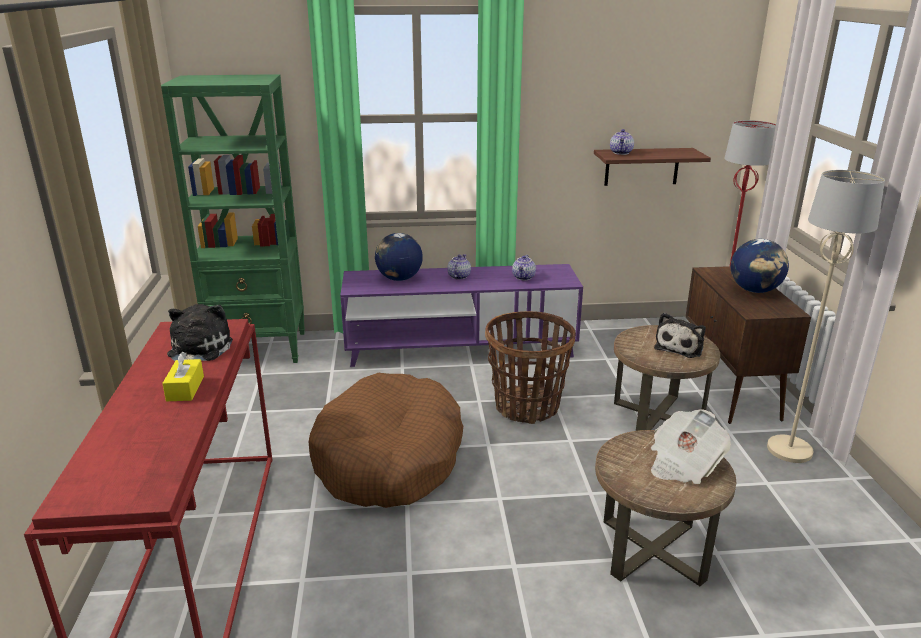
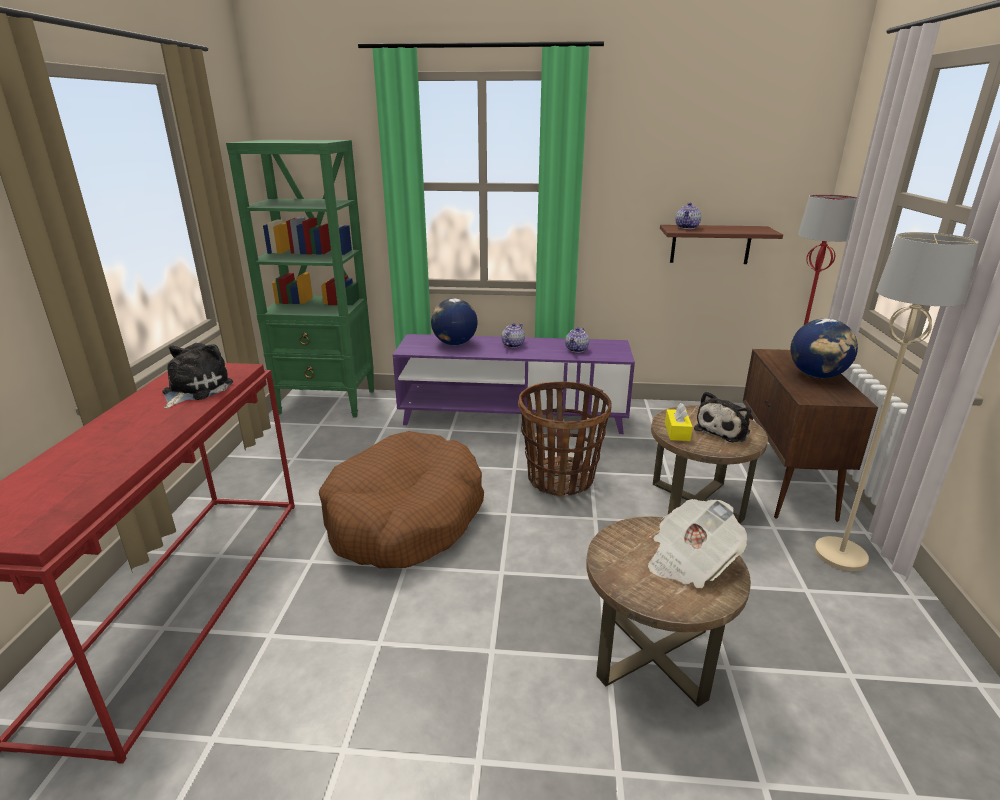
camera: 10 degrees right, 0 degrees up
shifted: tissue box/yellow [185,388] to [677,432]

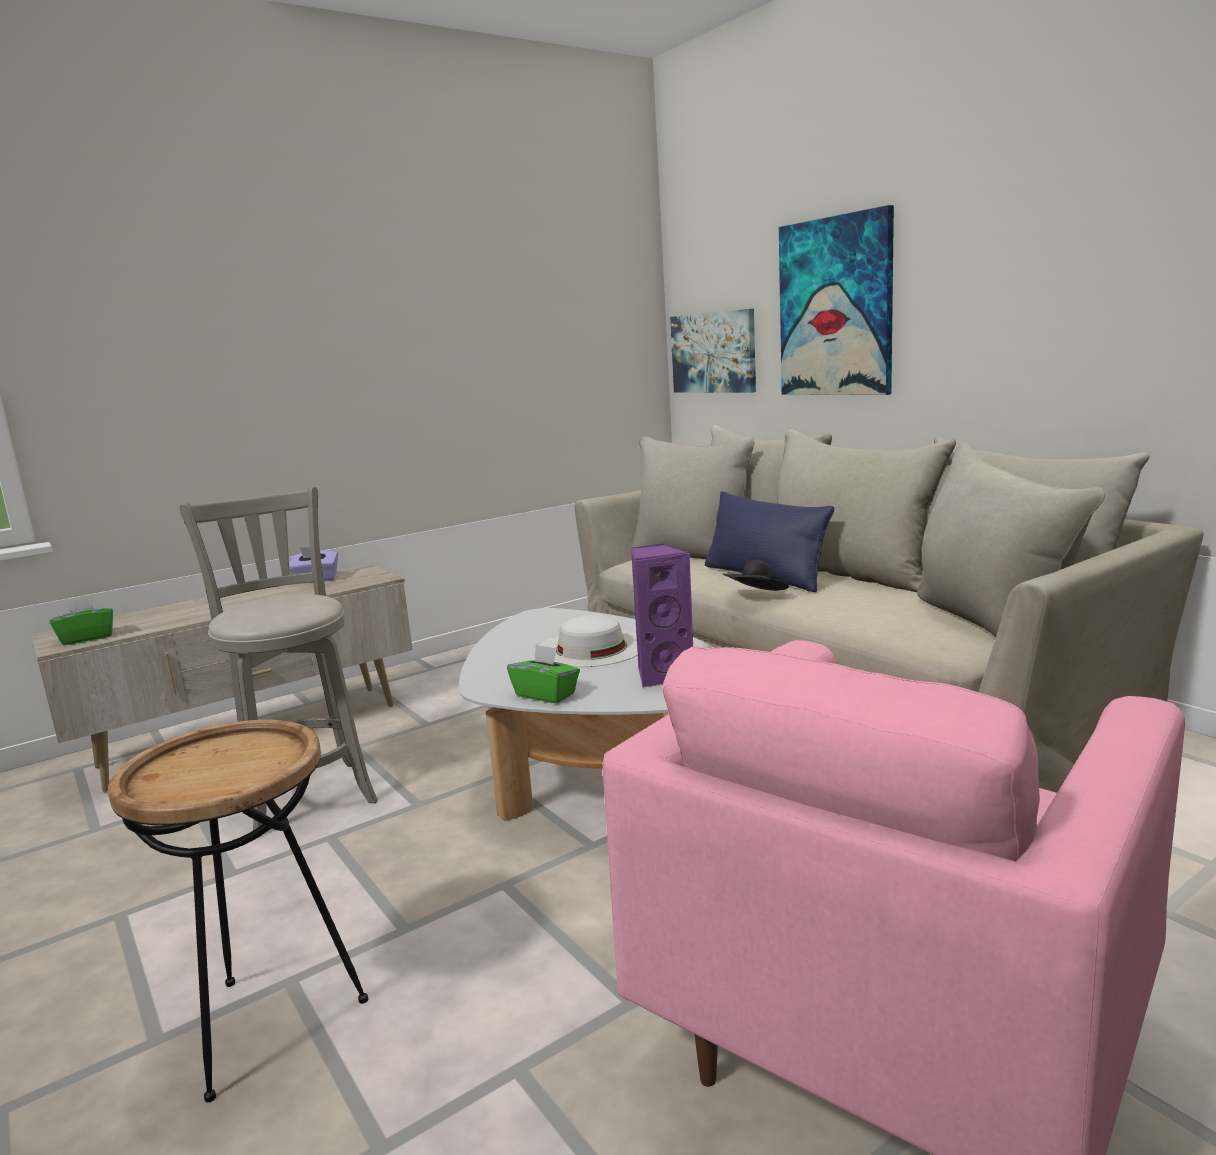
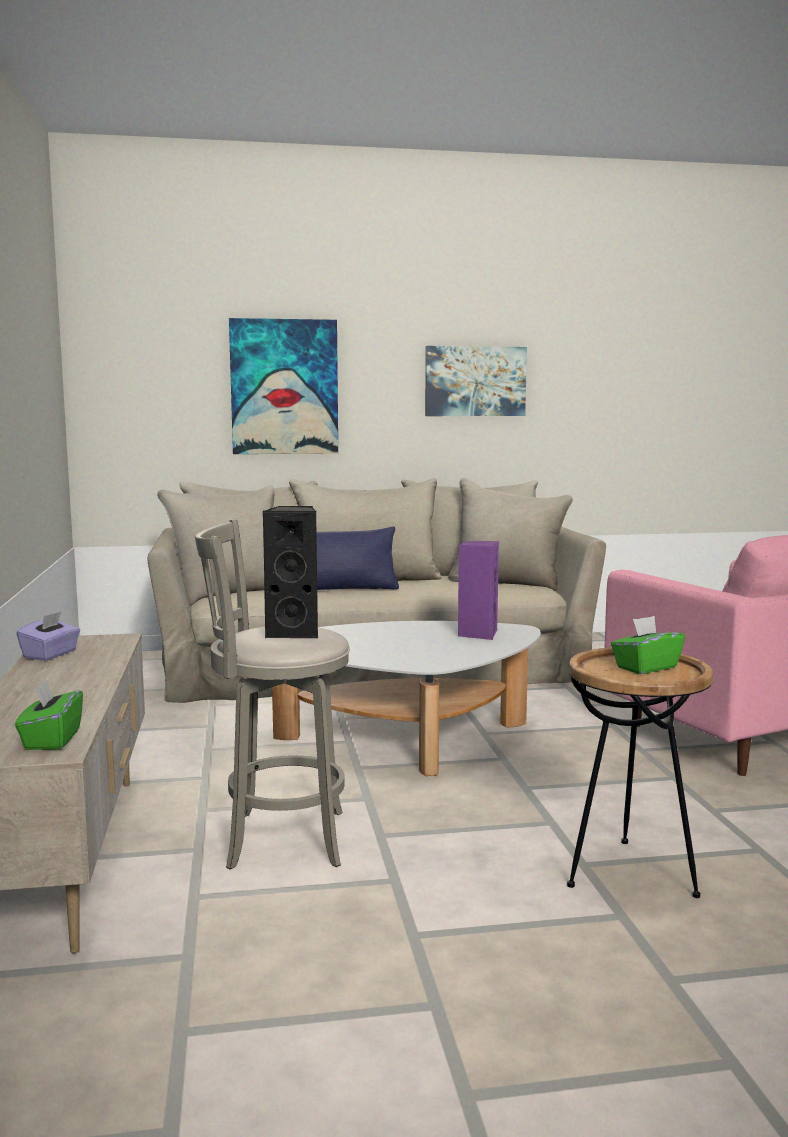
camera: 65 degrees left, 5 degrees down
gone: hat/white [591,648]; hat/black [756,597]
new: speaker/black [295,633]
shifted: tissue box/green [546,694] to [646,667]; picture [714,352] to [475,381]

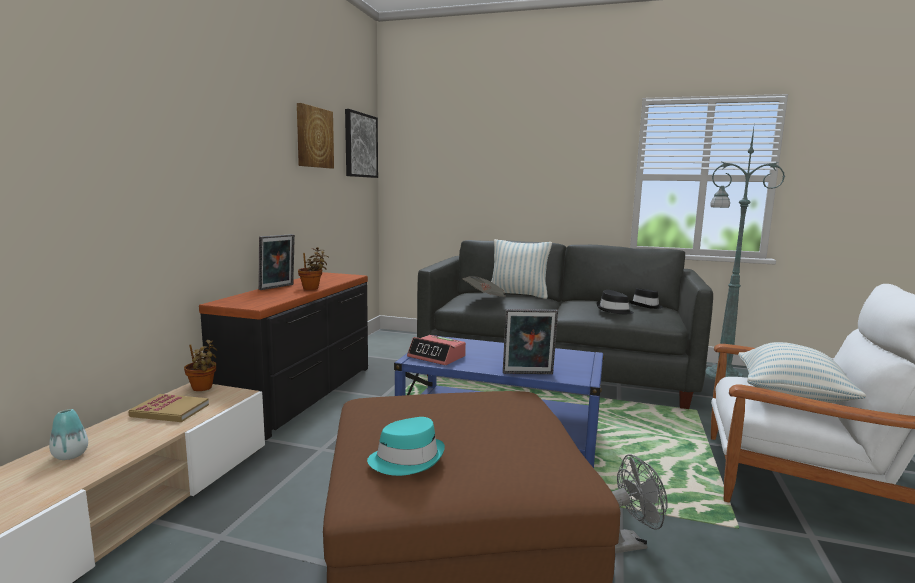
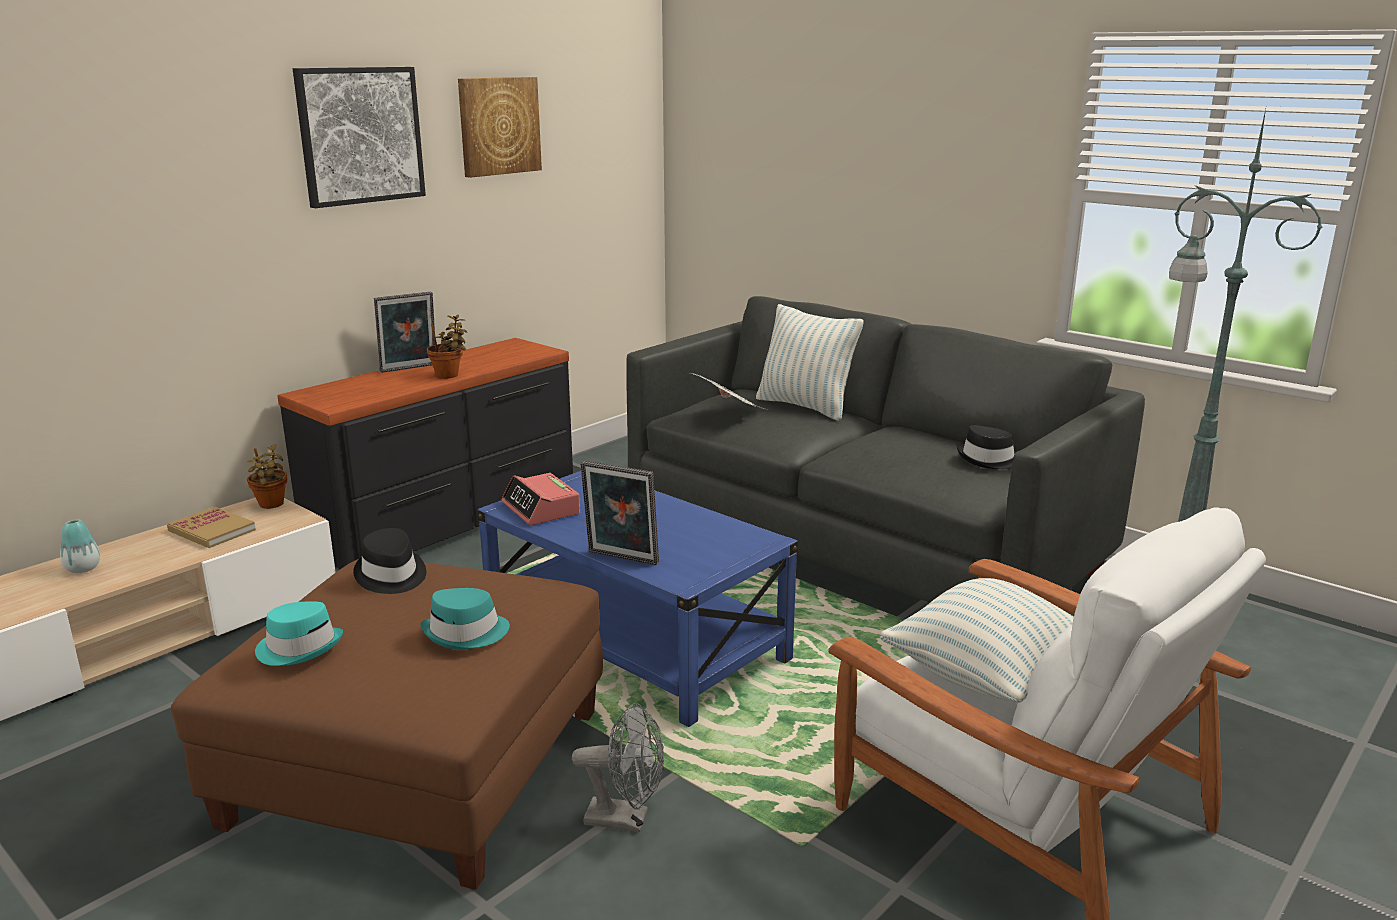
camera: 25 degrees right, 10 degrees up
new: hat/turquoise [466,633]
shifted: picture [360,145] to [360,135]; hat/black [614,310] to [391,575]

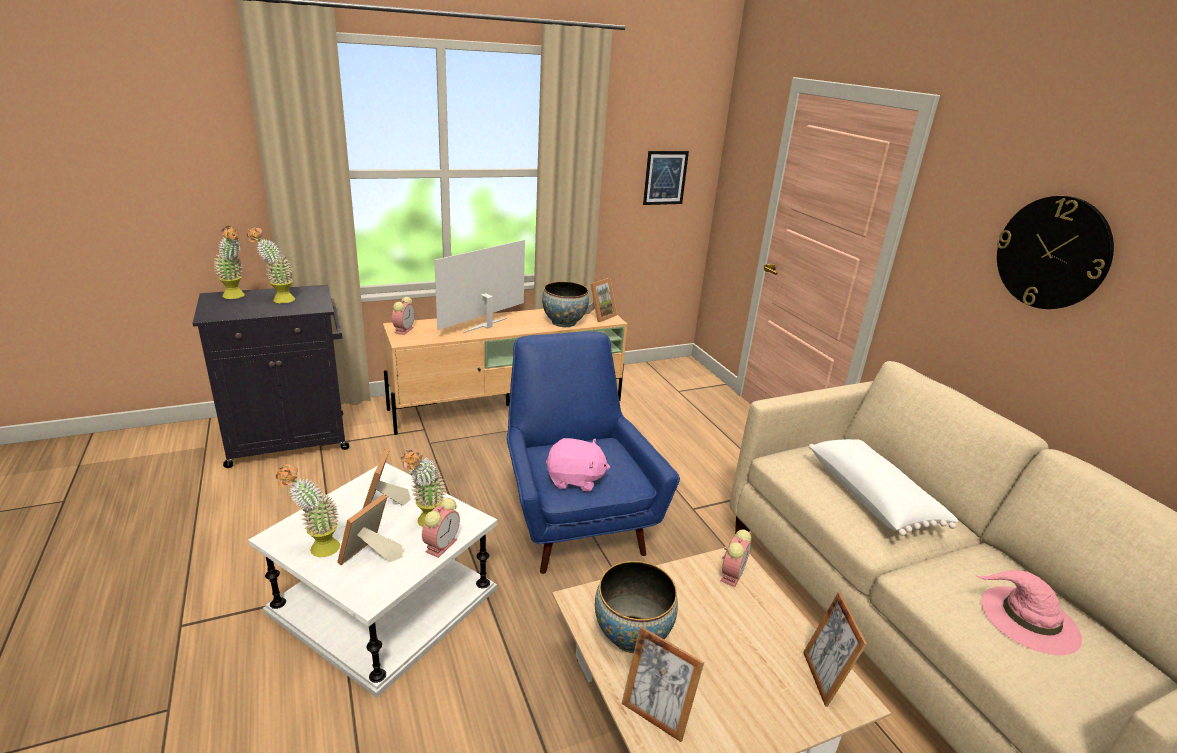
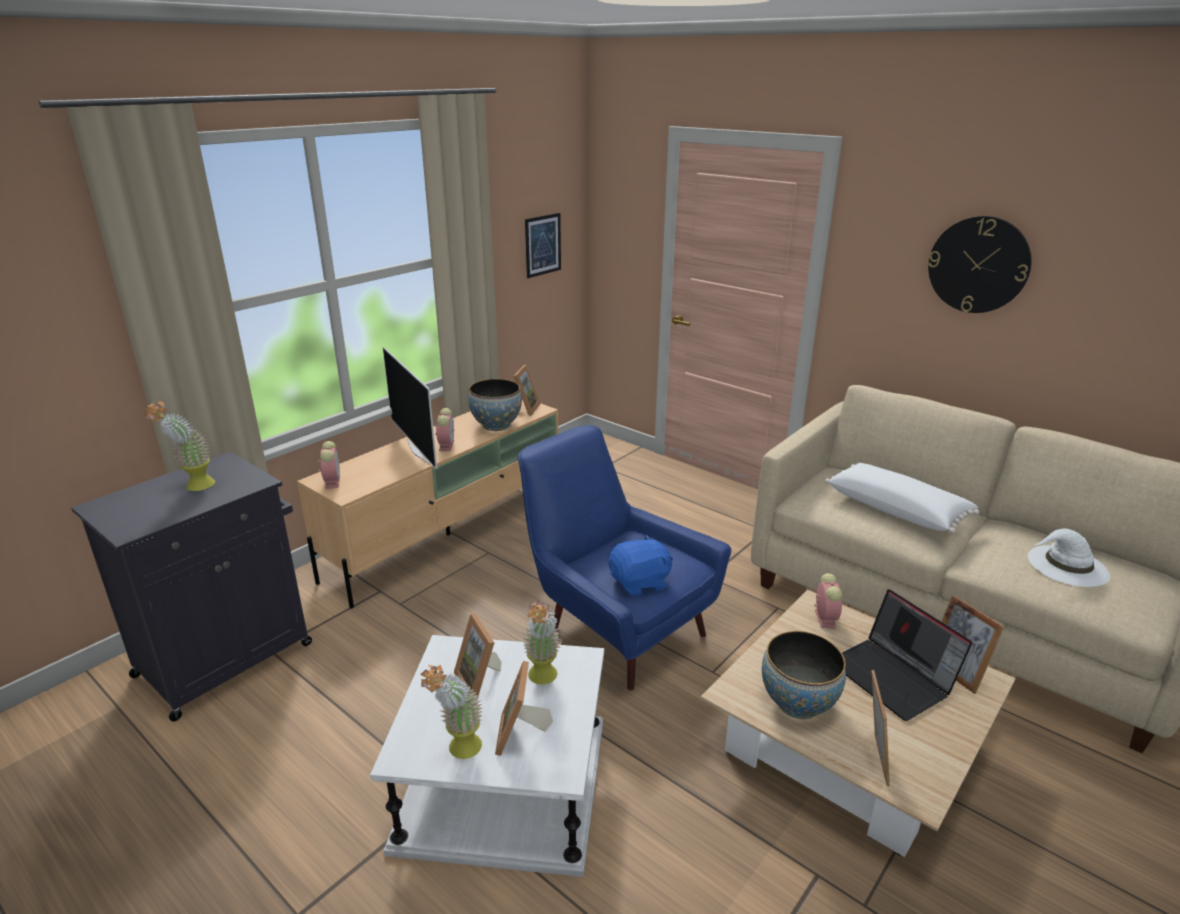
camera: 25 degrees left, 0 degrees up
gone: potted plant [236,296]
new: laptop [893,677]
shifted: alarm clock [442,544] to [446,445]
repainted: plush toy/pink [575,480] to plush toy/blue [640,583]; hat/pink [1028,619] to hat/white [1067,566]
rotated: television [486,326] = [419,451] 45 degrees counterclockwise; picture frame [655,715] = [872,759] 90 degrees counterclockwise

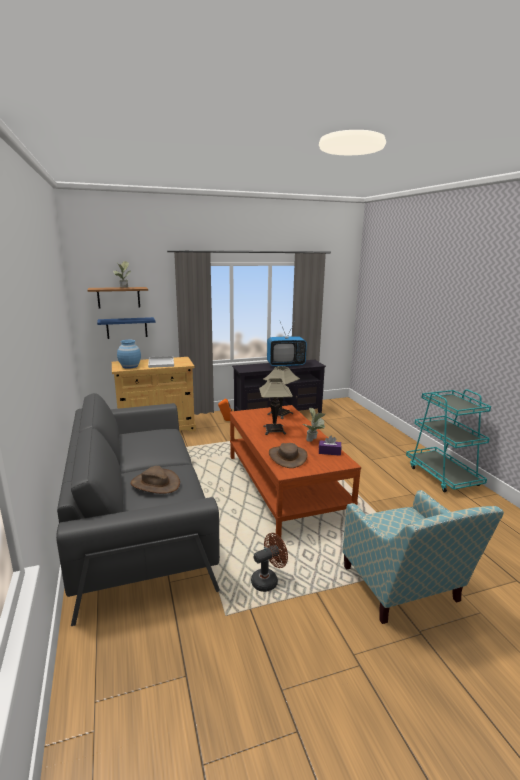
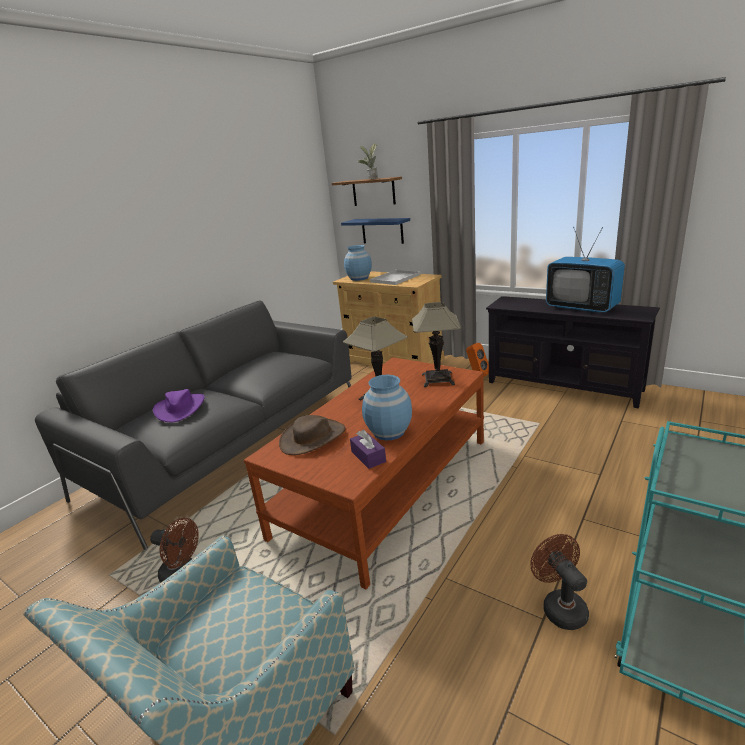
camera: 55 degrees right, 5 degrees up
new: fan/brown [560,606]
swapped: potted plant [313,440] to vase/blue [388,432]
repainted: hat/brown [155,484] to hat/purple [180,408]

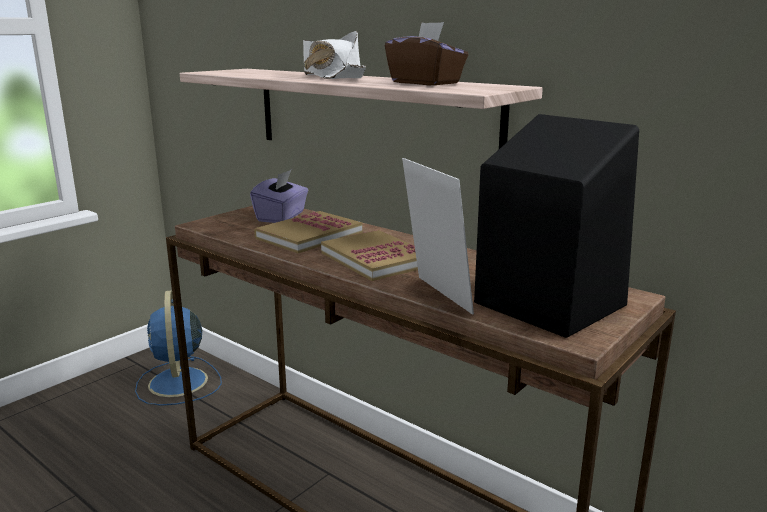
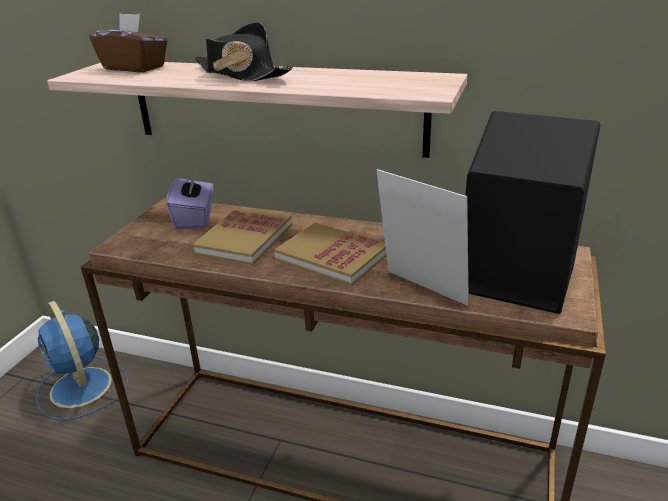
camera: 20 degrees left, 10 degrees up
shifted: tissue box/brown [425,83] to [135,68]
repainted: hat/white [332,77] to hat/black [240,74]

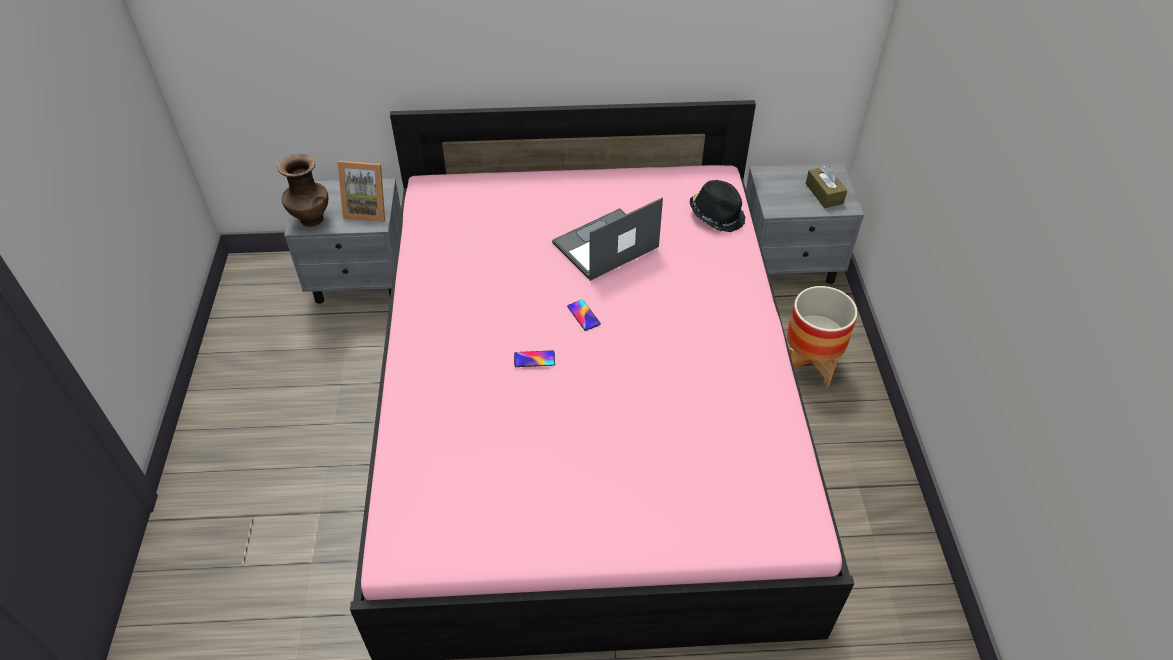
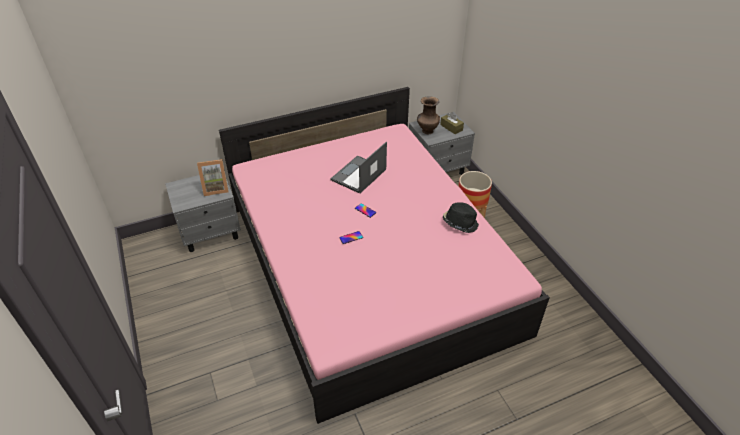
camera: 20 degrees left, 5 degrees down
shifted: vase/brown [311,219] to [427,131]; hat/black [717,215] to [460,223]

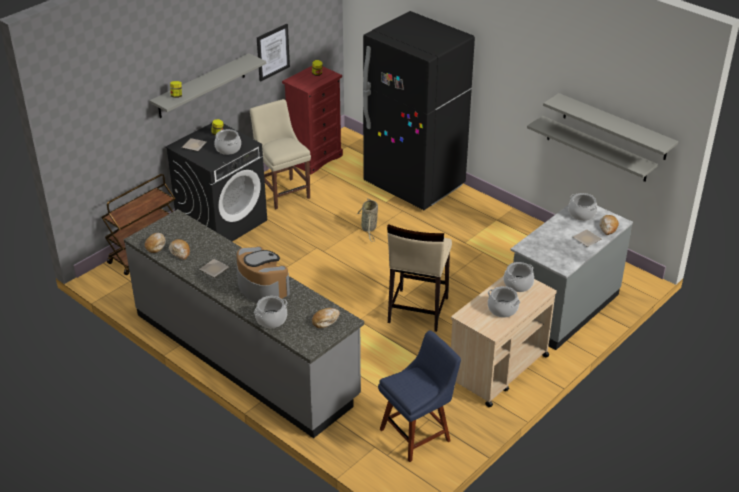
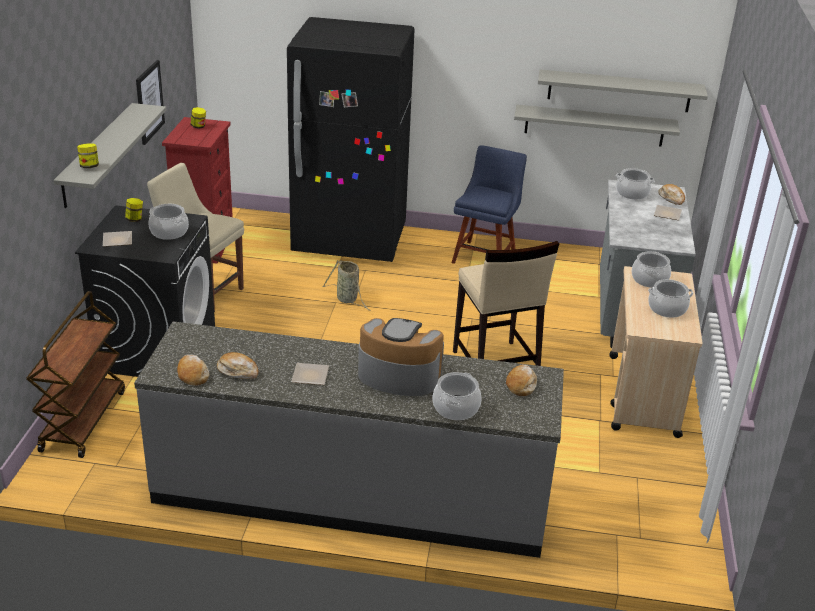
camera: 35 degrees left, 5 degrees down
shifted: chair/blue [418,433] to [485,256]

